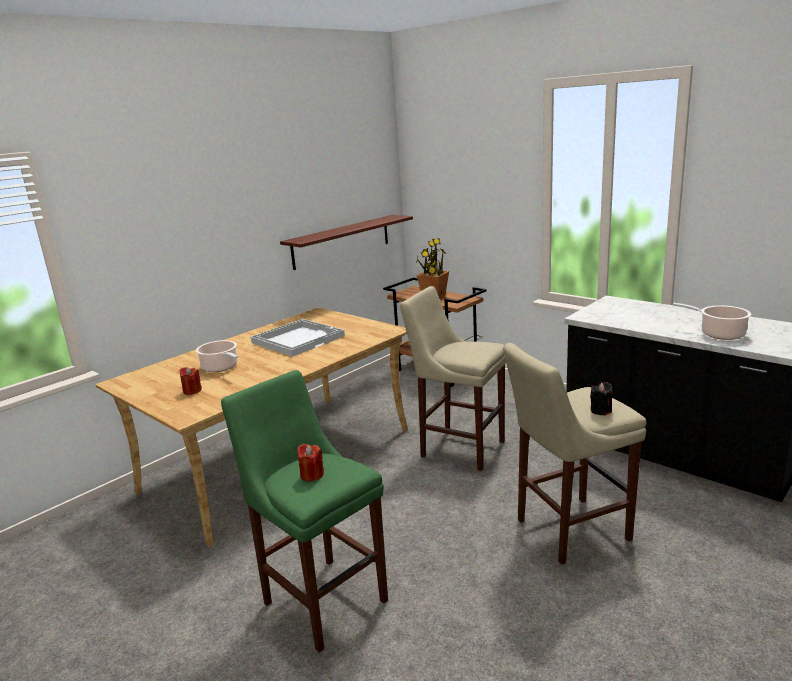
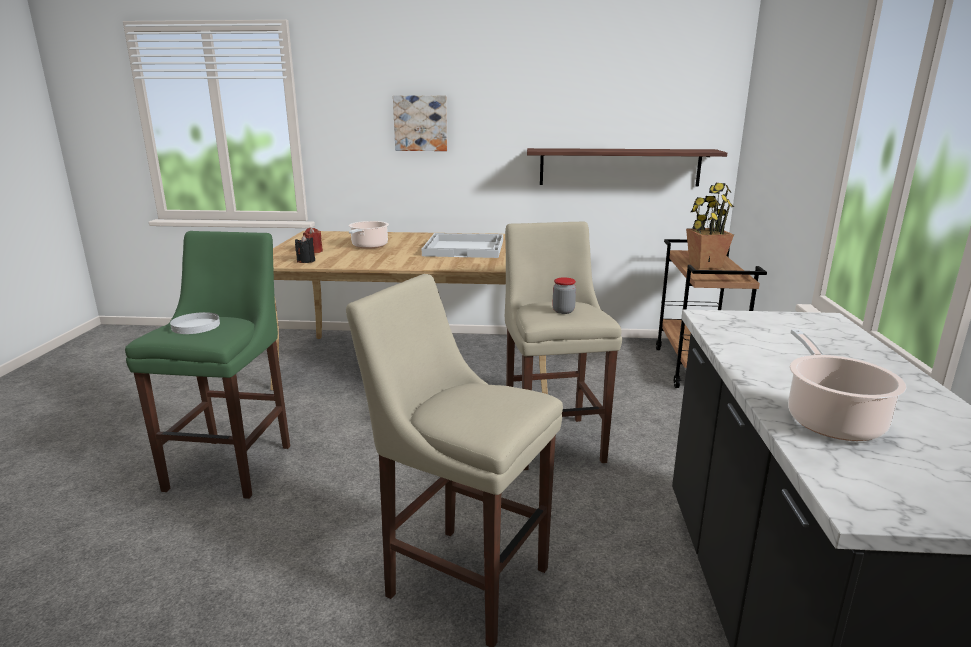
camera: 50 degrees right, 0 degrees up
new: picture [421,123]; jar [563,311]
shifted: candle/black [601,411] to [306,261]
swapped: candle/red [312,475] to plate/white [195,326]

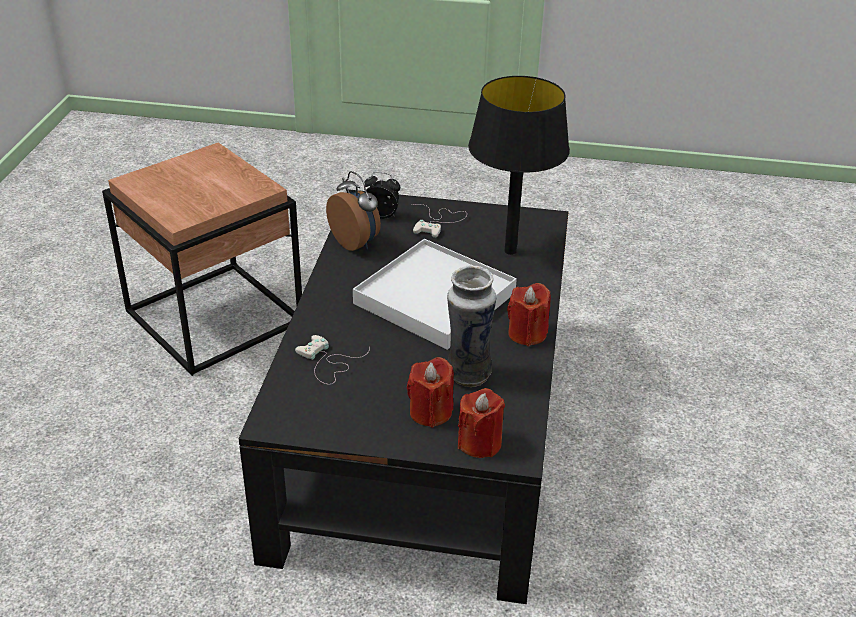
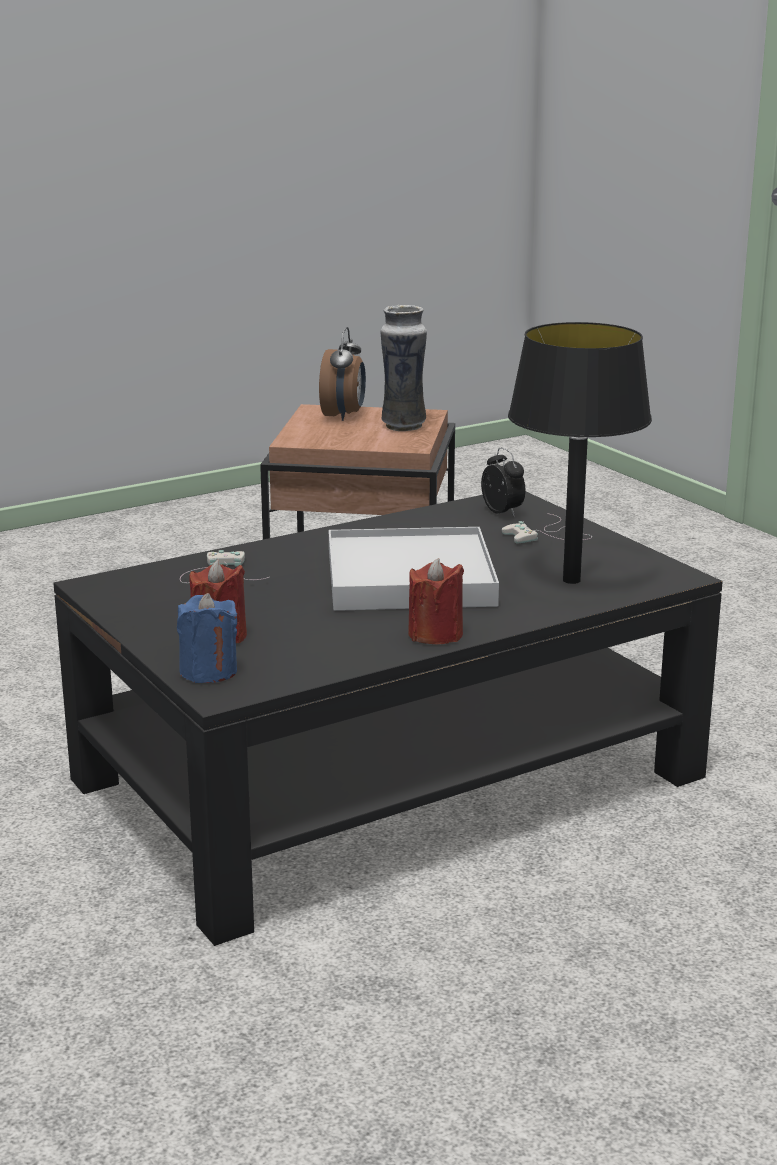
camera: 50 degrees right, 15 degrees down
shifted: alarm clock [356,243] to [344,416]; vase [467,374] to [403,426]
repainted: candle/red [479,443] to candle/blue [208,671]

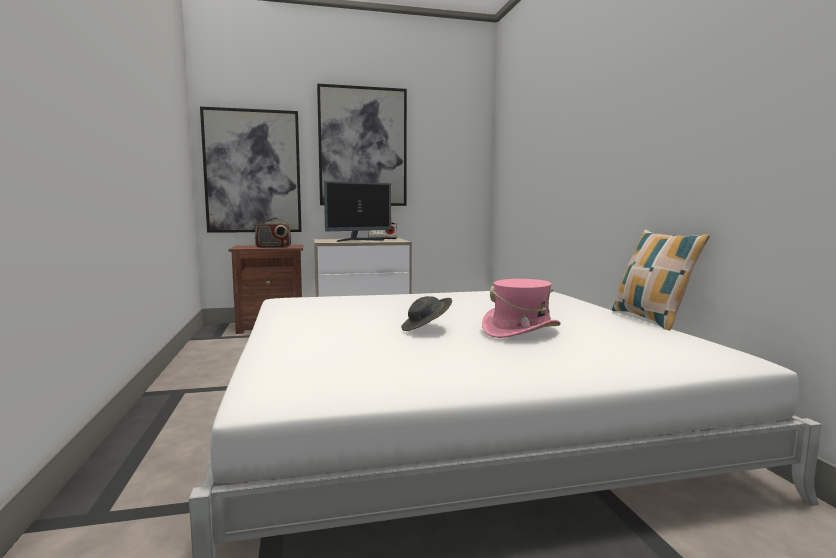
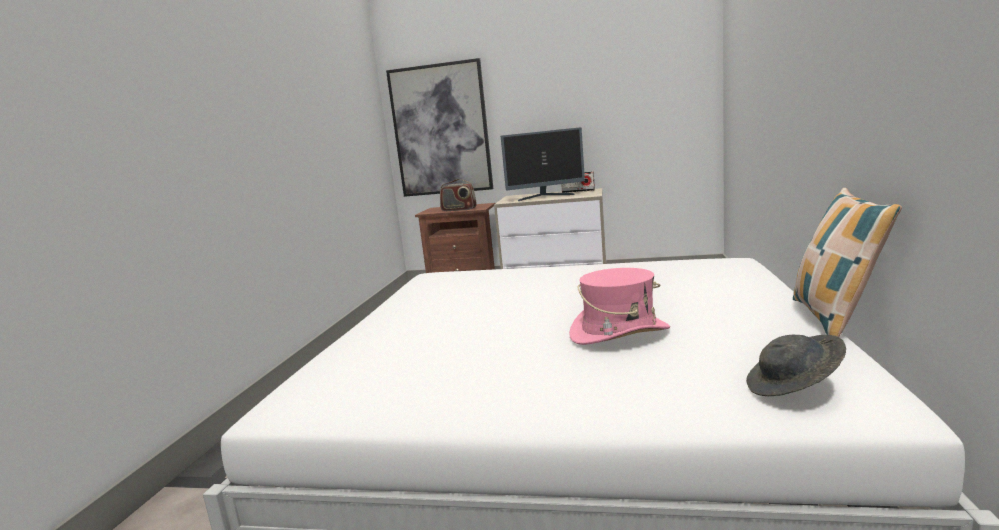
camera: 25 degrees right, 5 degrees up
gone: picture [363,147]
shifted: hat/grey [426,328] to [793,387]

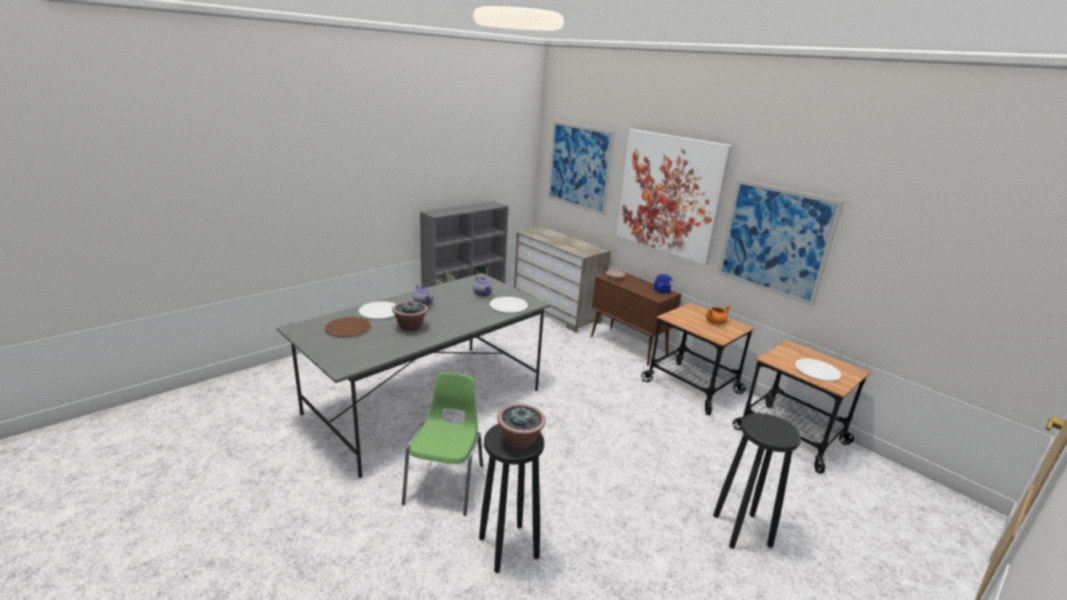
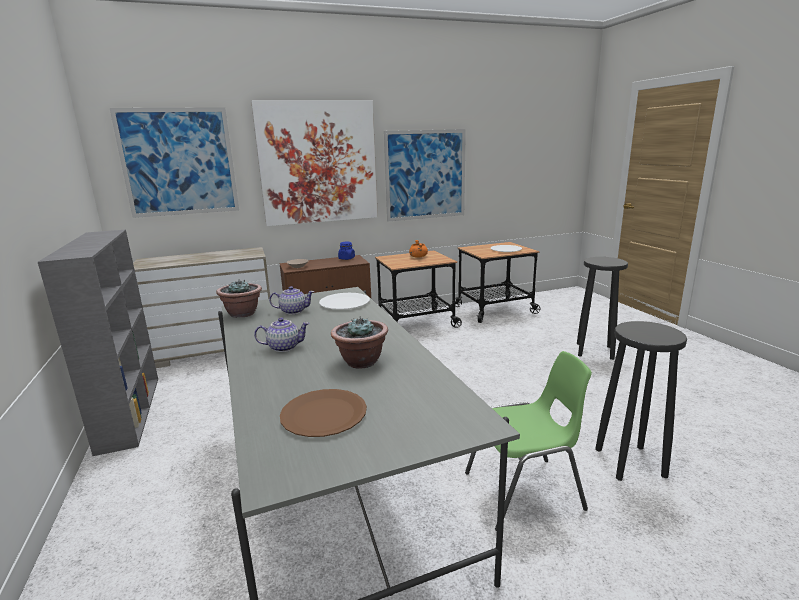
camera: 65 degrees left, 5 degrees down
gone: plate/white [379,311]
shifted: potted plant [520,442] to [242,314]
rotated: chair/green [446,483] = [525,491] 135 degrees clockwise

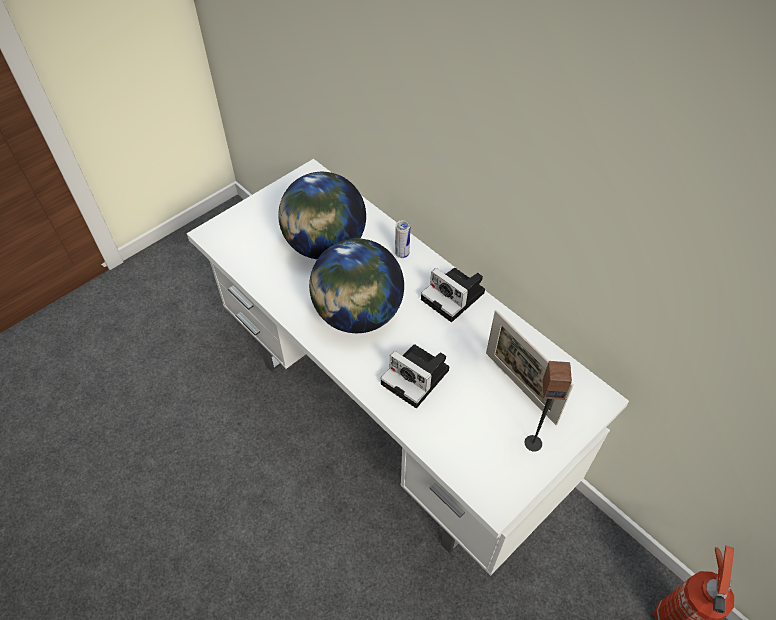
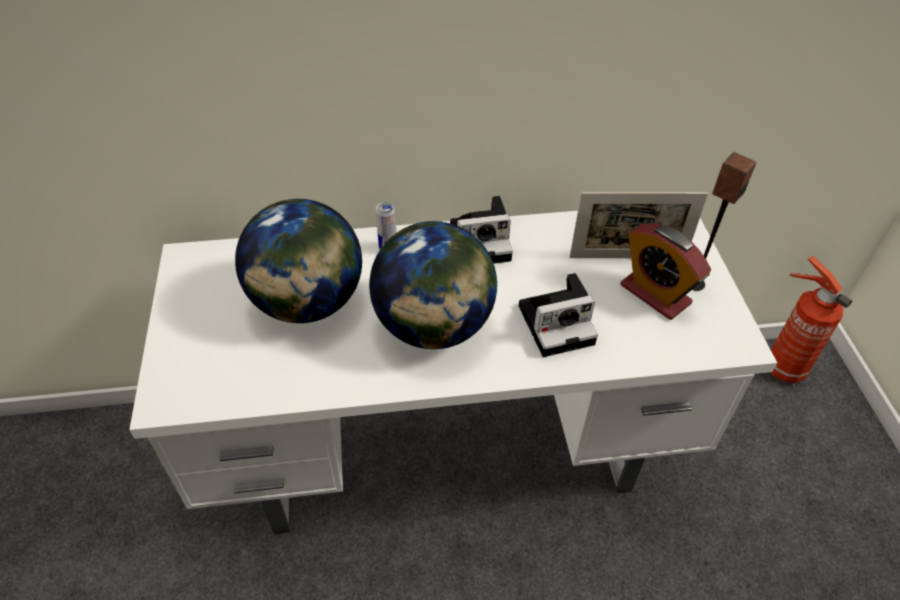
camera: 55 degrees left, 5 degrees down
new: alarm clock [655,294]

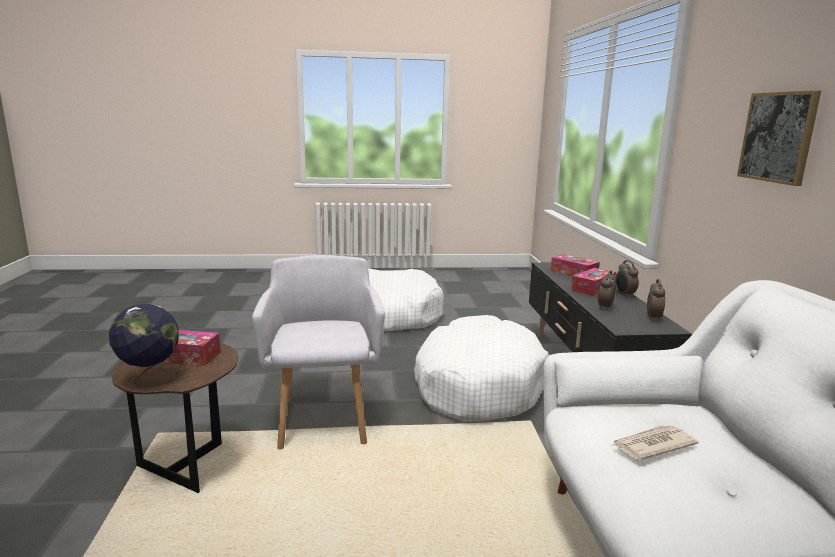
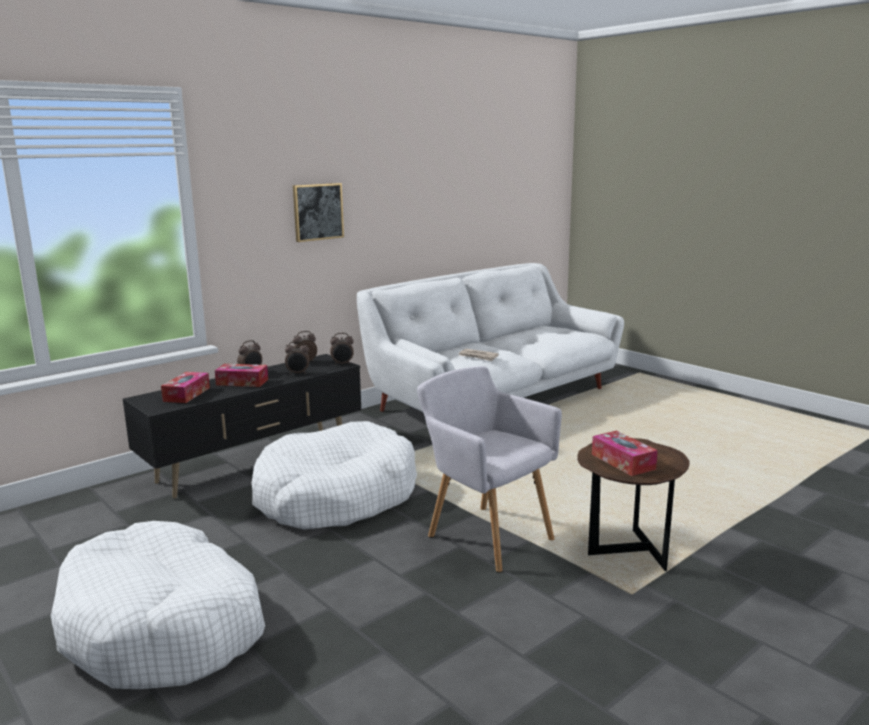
camera: 125 degrees left, 0 degrees up
gone: globe [150,379]
new: alarm clock [342,364]
rotated: armchair/grey [324,418] = [486,535] 90 degrees clockwise

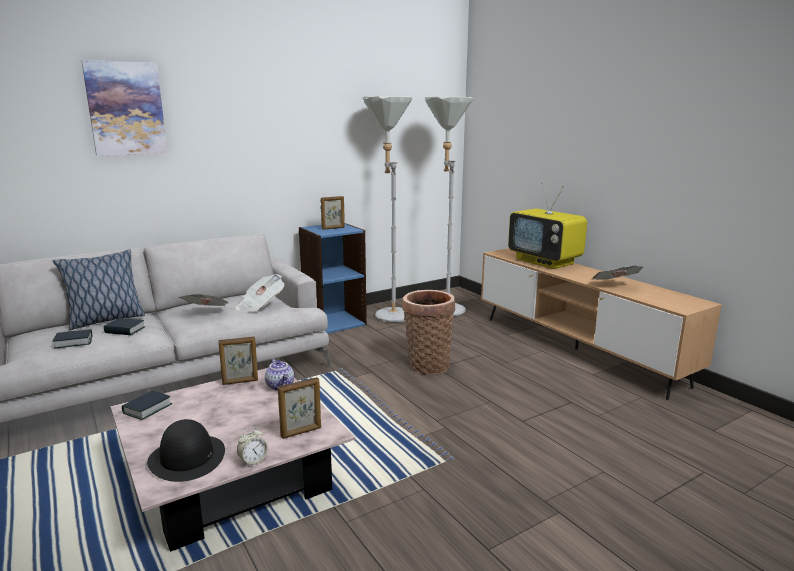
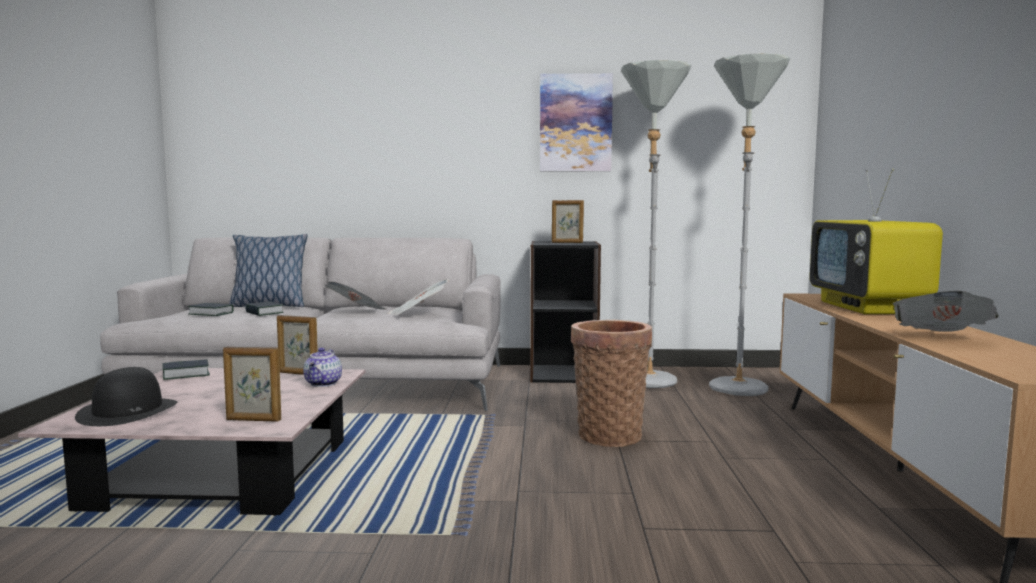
camera: 35 degrees right, 10 degrees down
gone: alarm clock [253,461]
shifted: picture [126,109] to [575,123]
repainted: bookcase/blue [334,322] to bookcase/black [563,374]

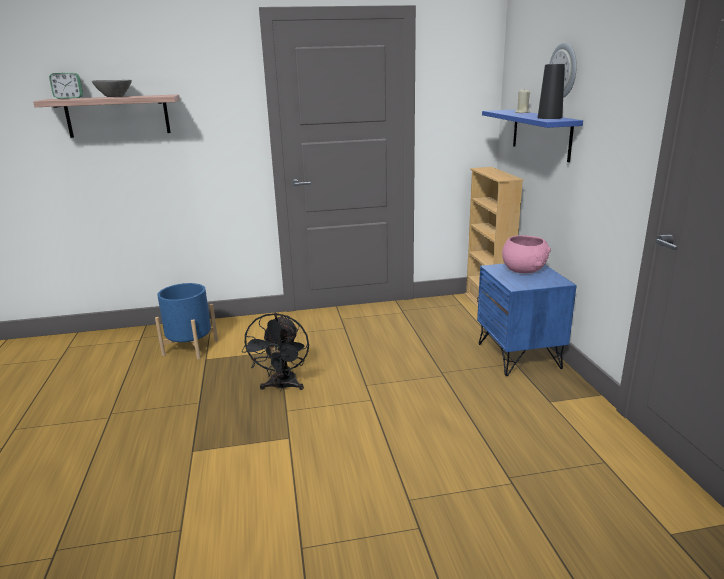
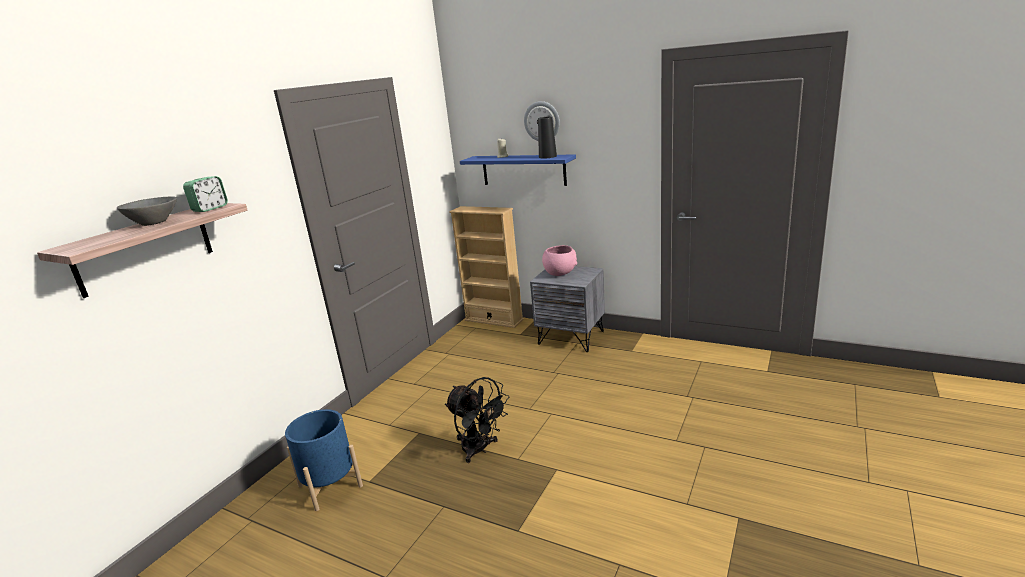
camera: 50 degrees left, 0 degrees up
shifted: alarm clock [69,98] to [210,208]
repainted: nightstand/blue [519,356] to nightstand/grey [571,337]

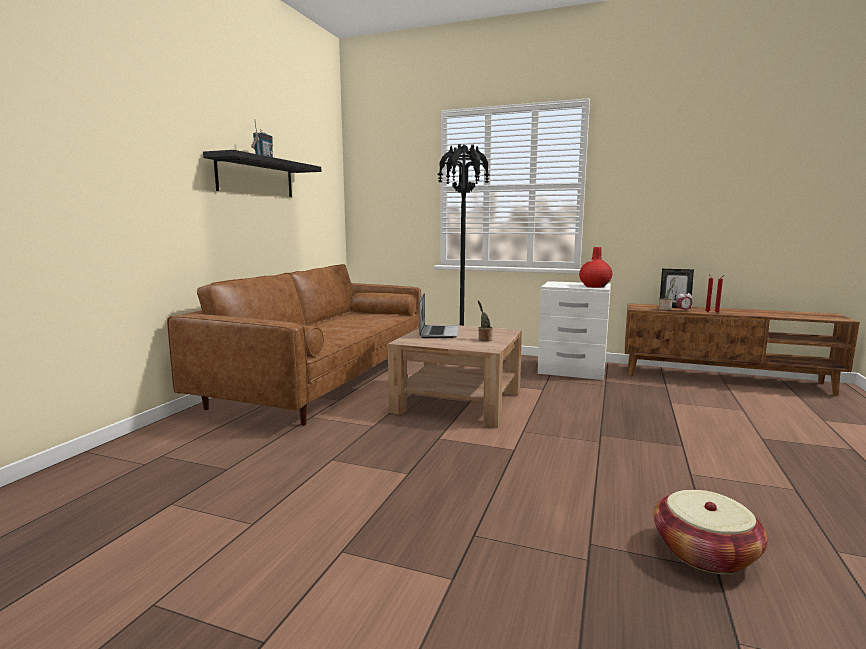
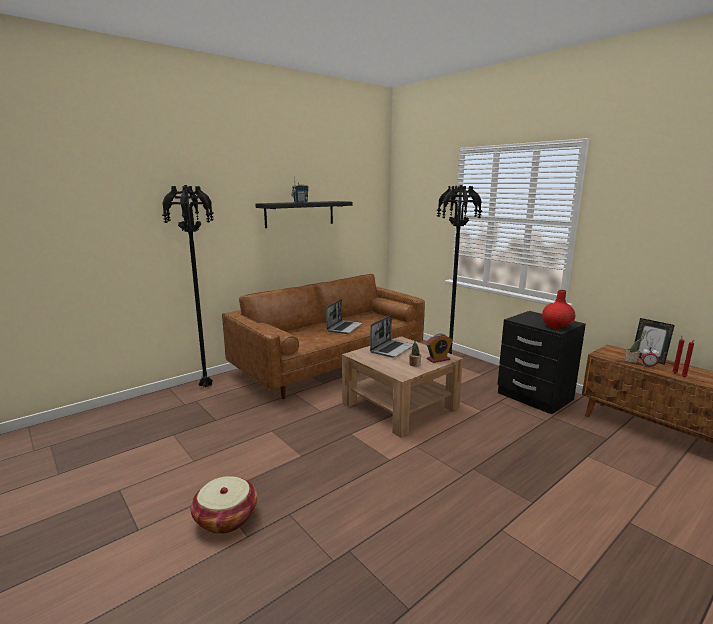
camera: 30 degrees right, 5 degrees up
new: floor lamp/black [207,387]; laptop [344,327]; alarm clock [438,359]
shifted: basket [704,553] to [226,518]
repainted: nightstand/white [571,370] to nightstand/black [534,397]

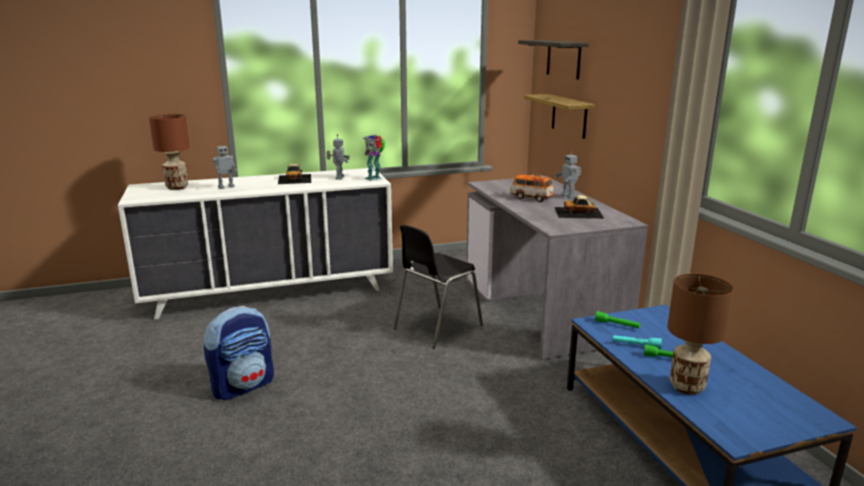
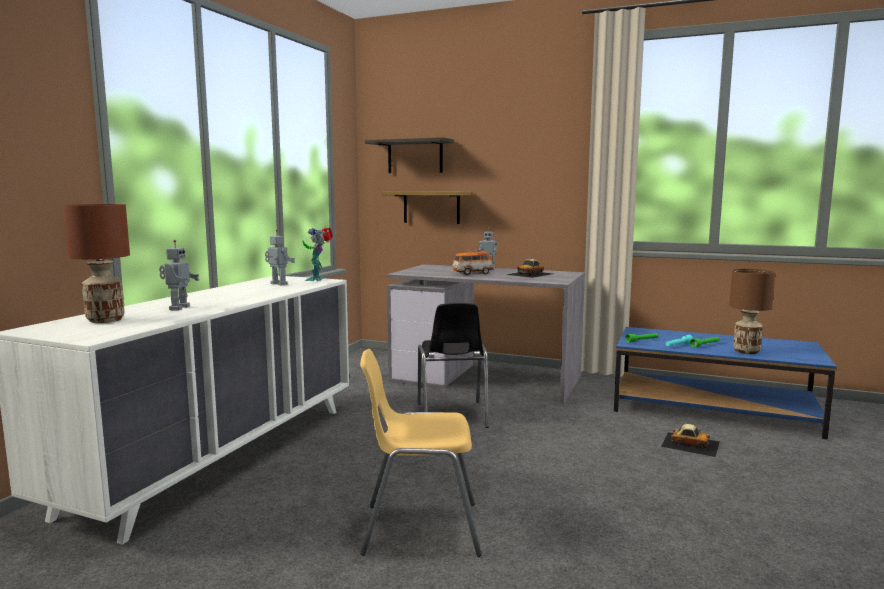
camera: 50 degrees left, 10 degrees down
shifted: toy car [295,179] to [690,443]
swapped: backpack [243,386] to chair/yellow [420,528]

